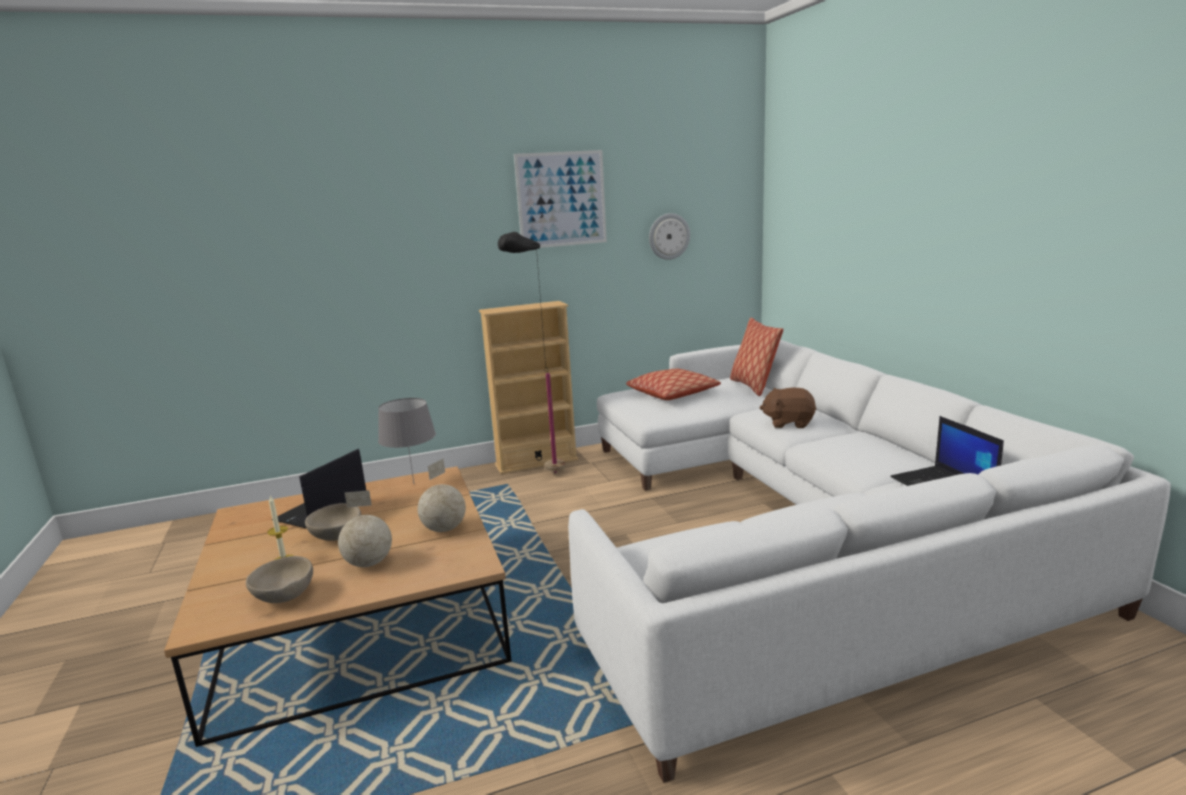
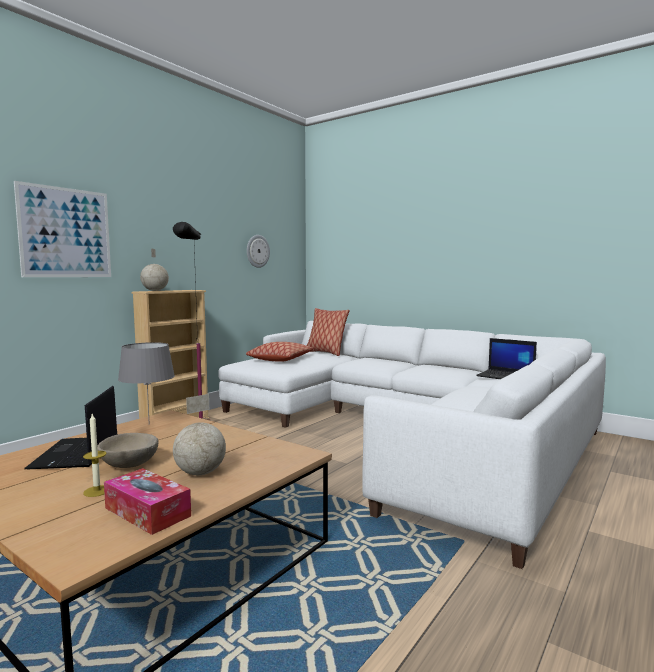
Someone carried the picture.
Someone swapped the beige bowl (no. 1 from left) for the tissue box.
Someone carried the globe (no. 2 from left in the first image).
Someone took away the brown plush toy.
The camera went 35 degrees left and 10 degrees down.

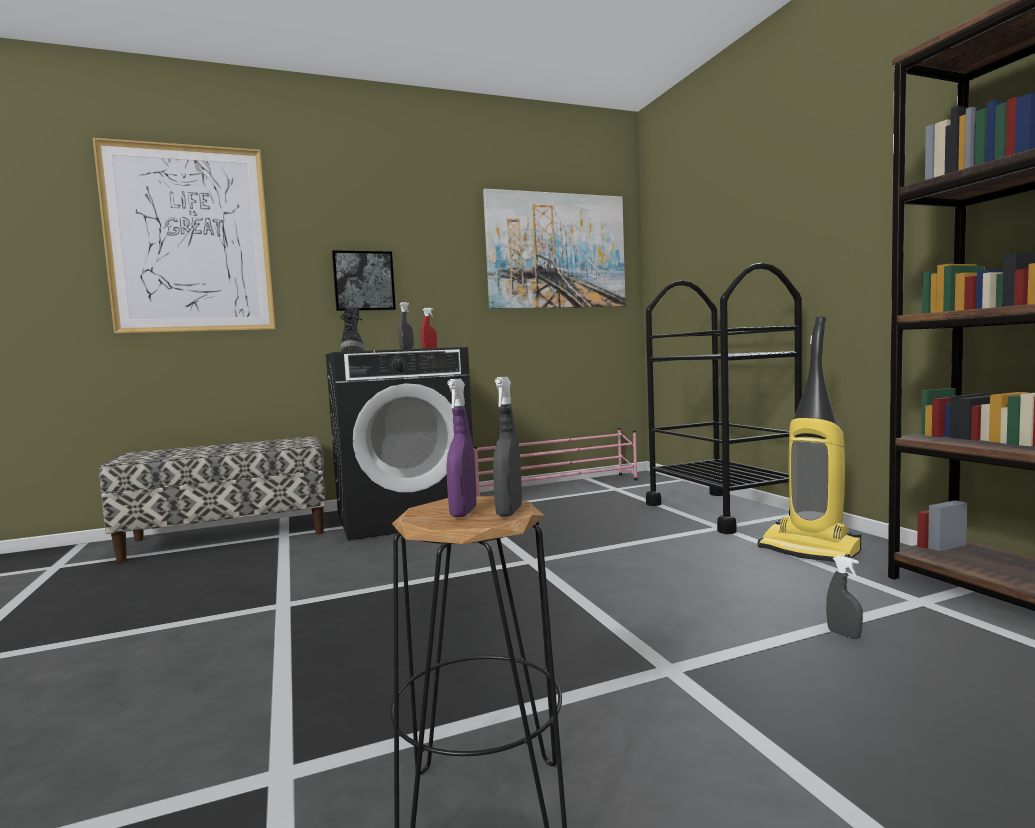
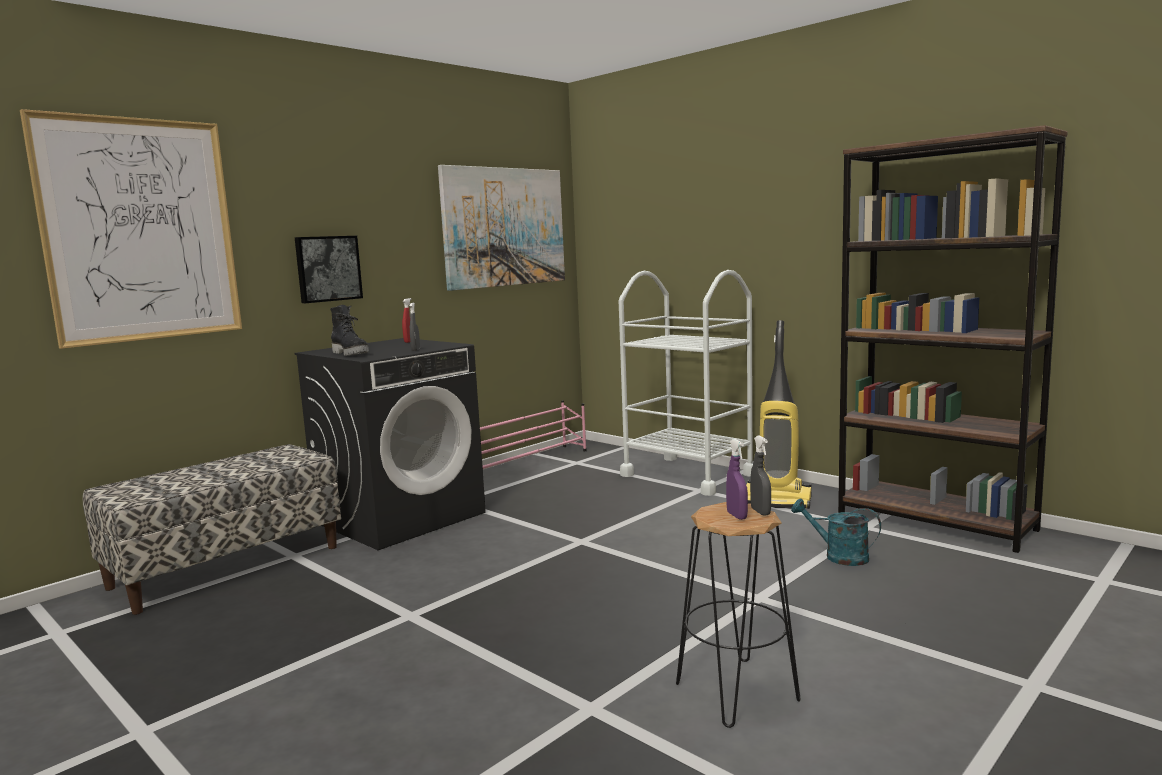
Someone repainted the black cart, which became the white cart.
Someone swapped the grey spray bottle (no. 3 from left) for the turquoise watering can.
The camera went 25 degrees left and 5 degrees up.

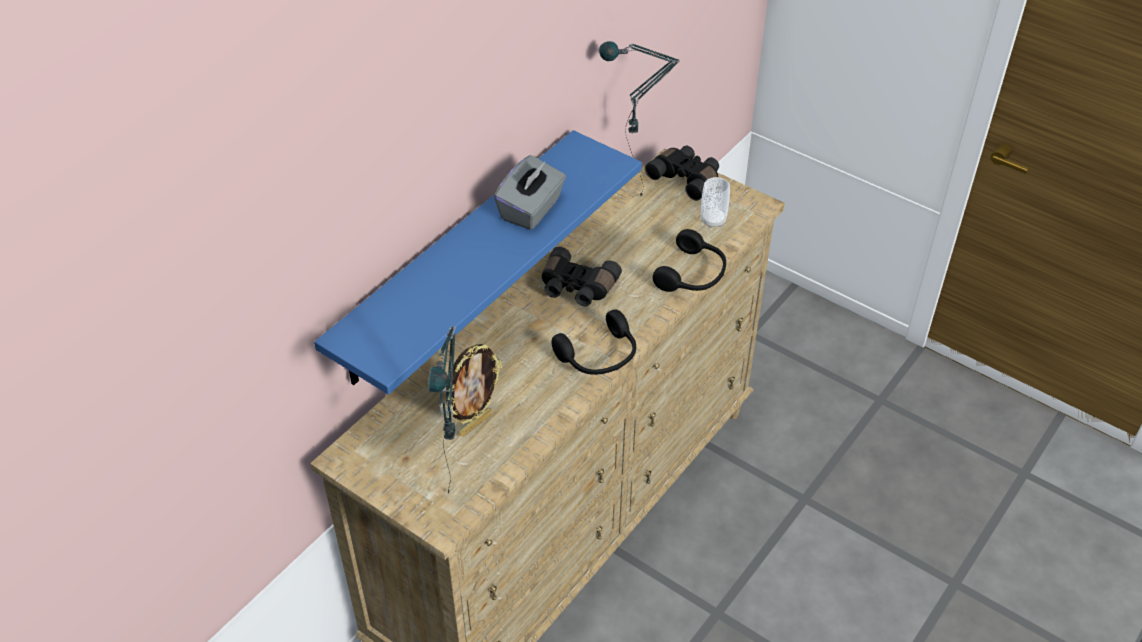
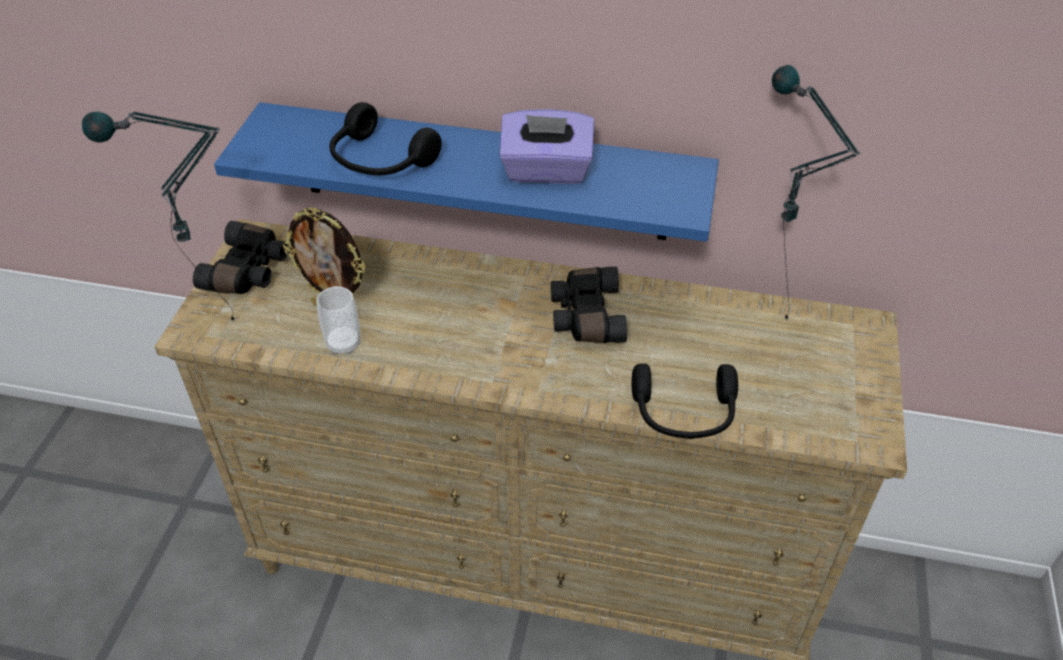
Someone carried the black binoculars (no. 2 from left in the first image).
Someone carried the cup.
Someone carried the black headphones (no. 1 from left).
Someone repainted the grey tissue box, which became the purple tissue box.
The camera went 65 degrees right and 0 degrees up.

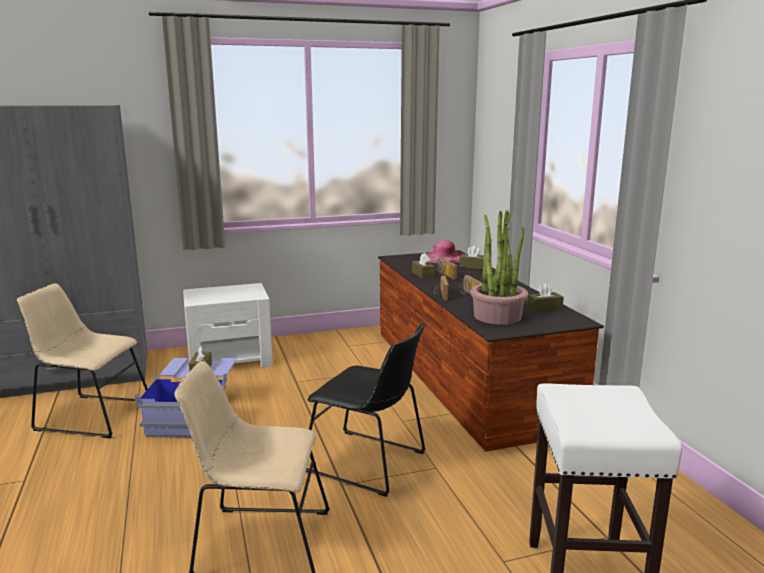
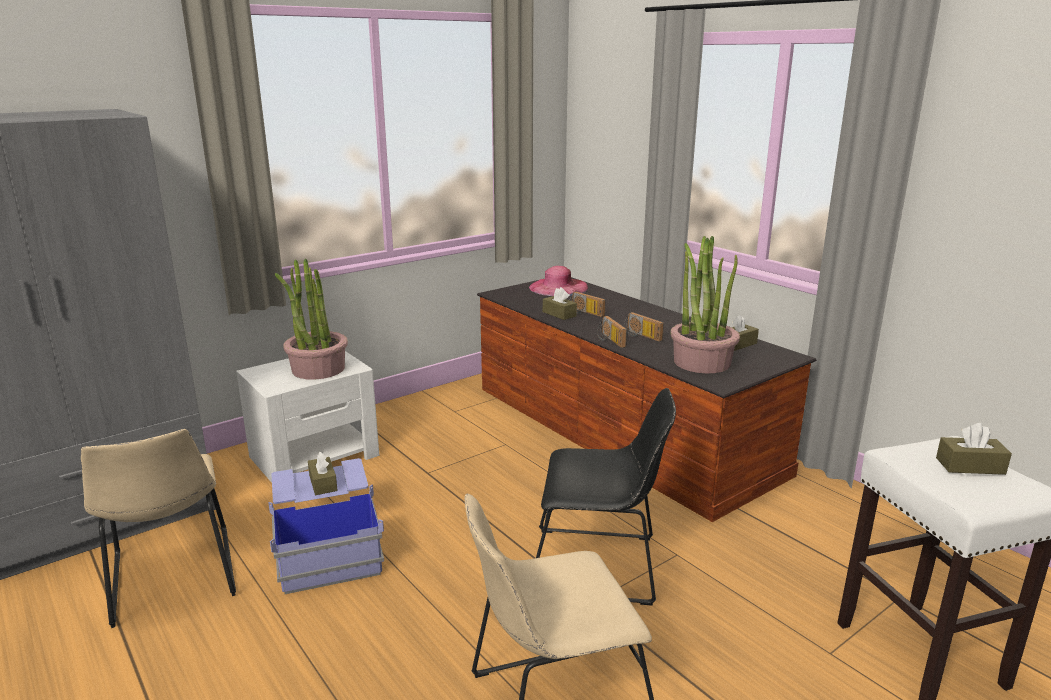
Someone rotated the beige chair (no. 1 from left) by 105 degrees counterclockwise.
Someone put down the potted plant (no. 1 from left).
Someone carried the brown tissue box (no. 3 from left in the first image).
The camera went 20 degrees left and 5 degrees up.

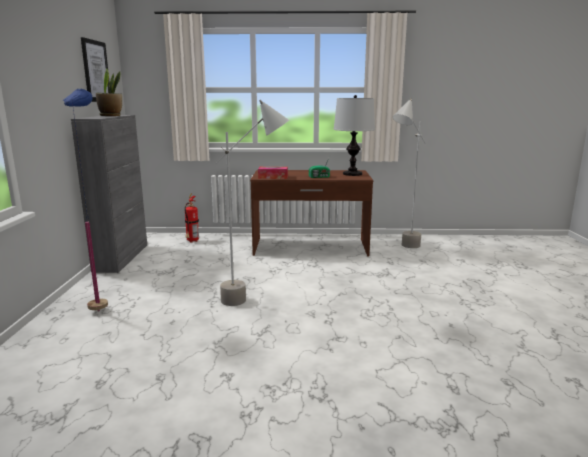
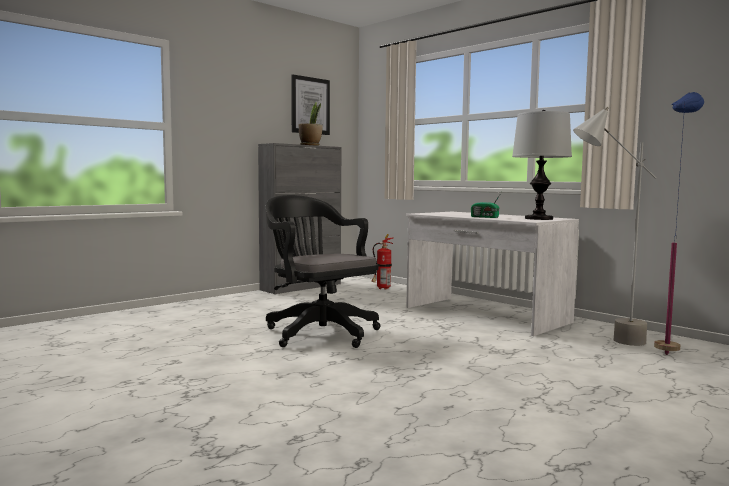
Someone swapped the grey floor lamp (no. 1 from left) for the black office chair.
Someone repainted the brown desk, which became the white desk.
Someone carried the blue floor lamp.
Someone took away the tissue box.
The camera went 45 degrees right and 10 degrees down.

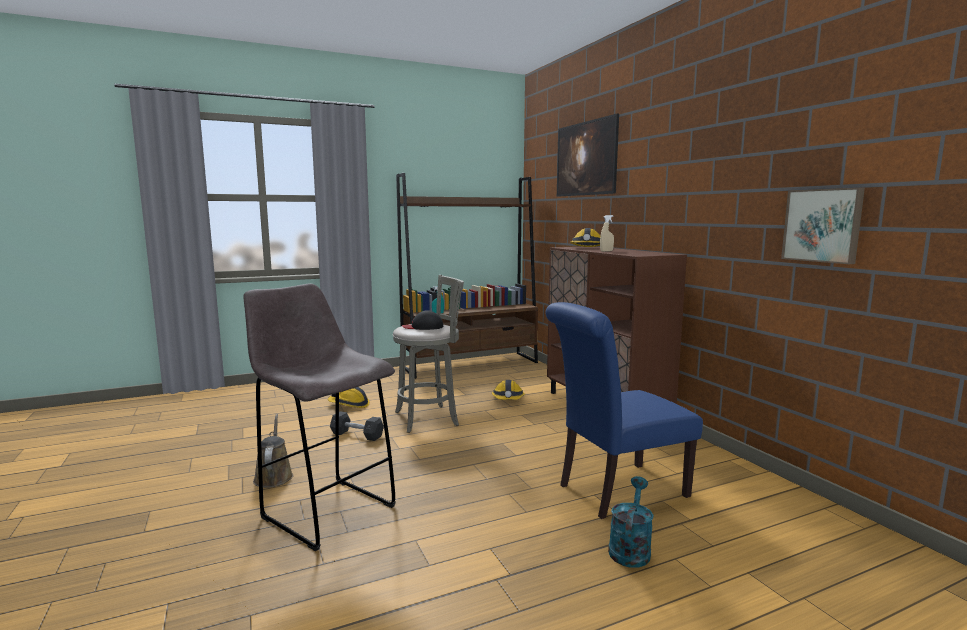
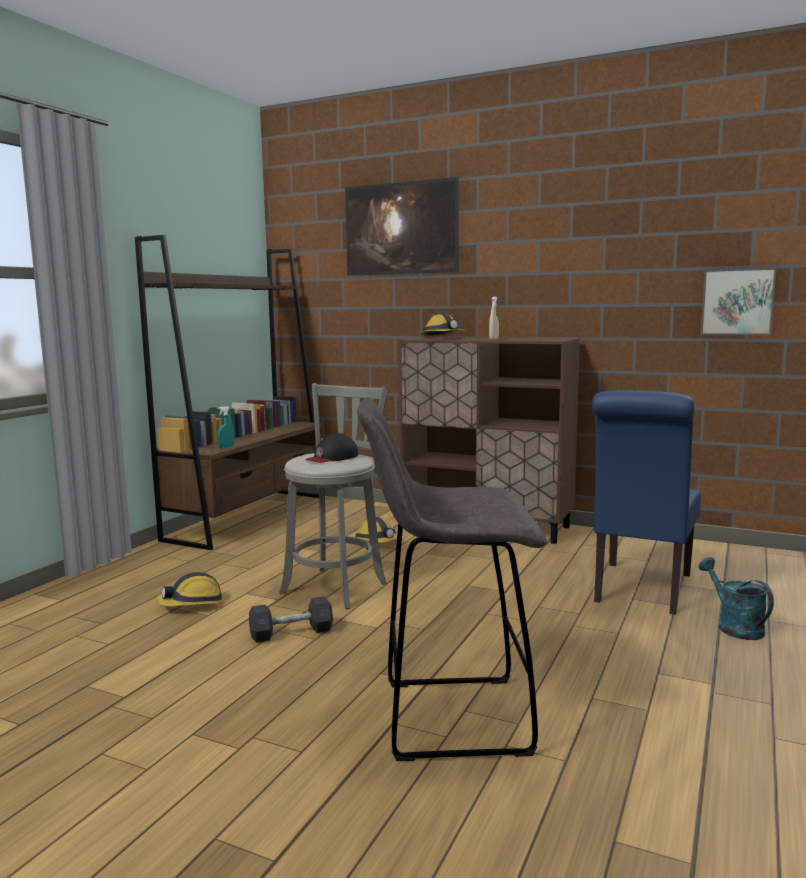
Someone took away the brown watering can.
The camera went 40 degrees left and 0 degrees up.

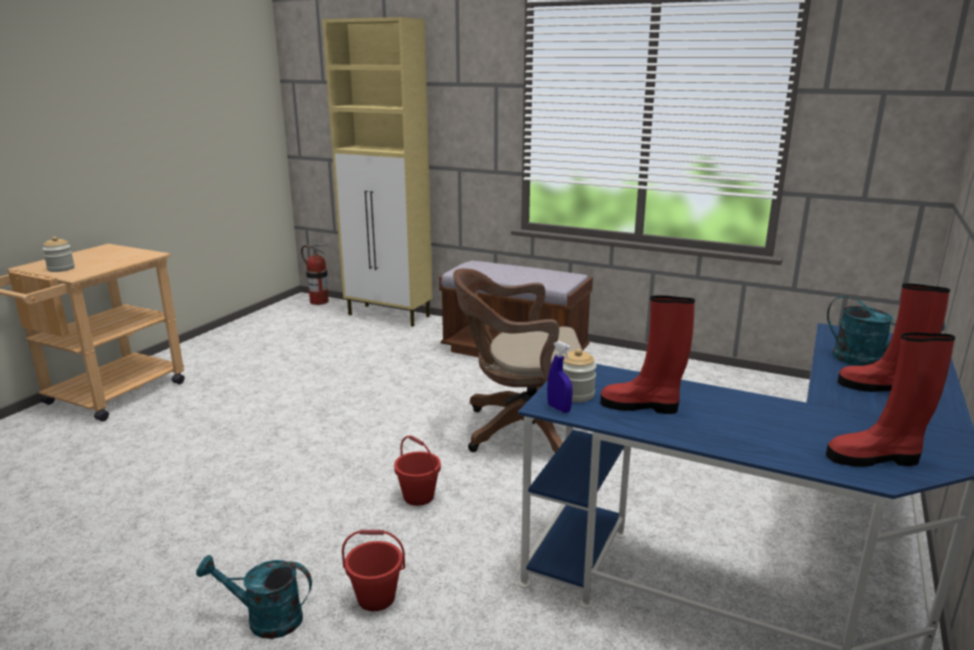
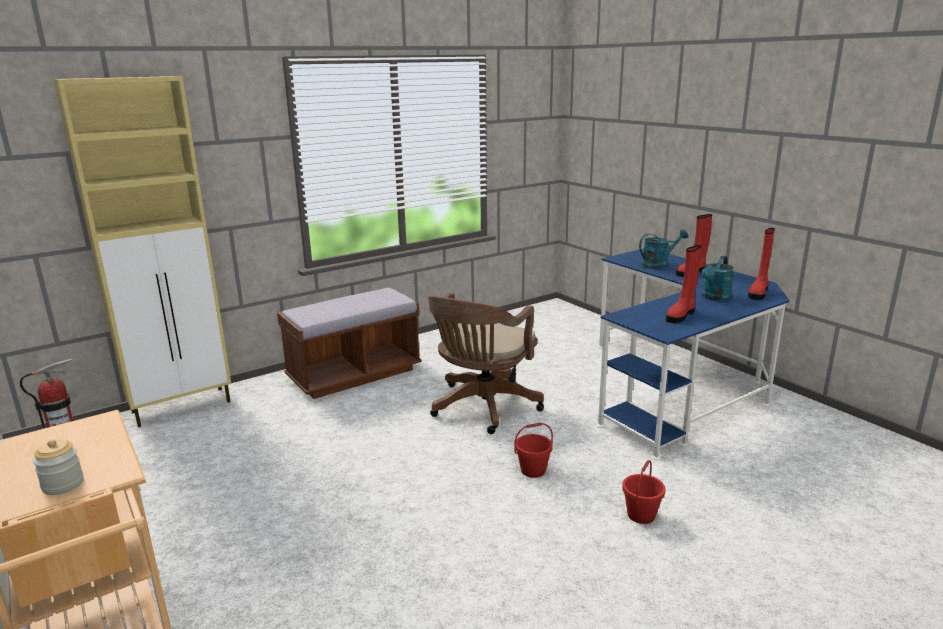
Someone carried the turquoise watering can (no. 1 from left in the first image).
Someone took away the blue spray bottle.
Someone took away the jar (no. 2 from left).
The camera went 60 degrees left and 0 degrees up.

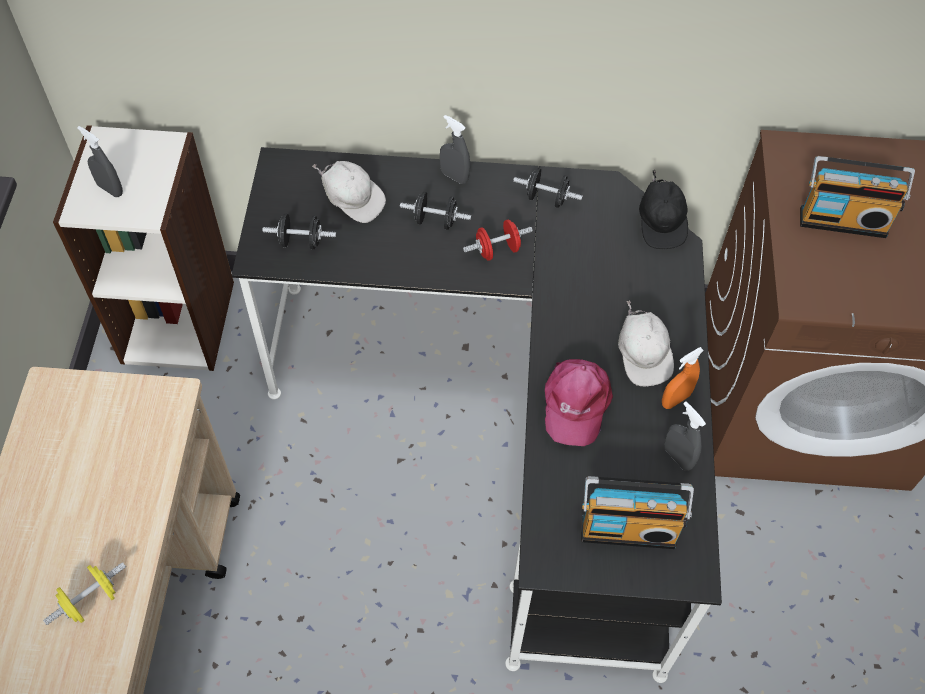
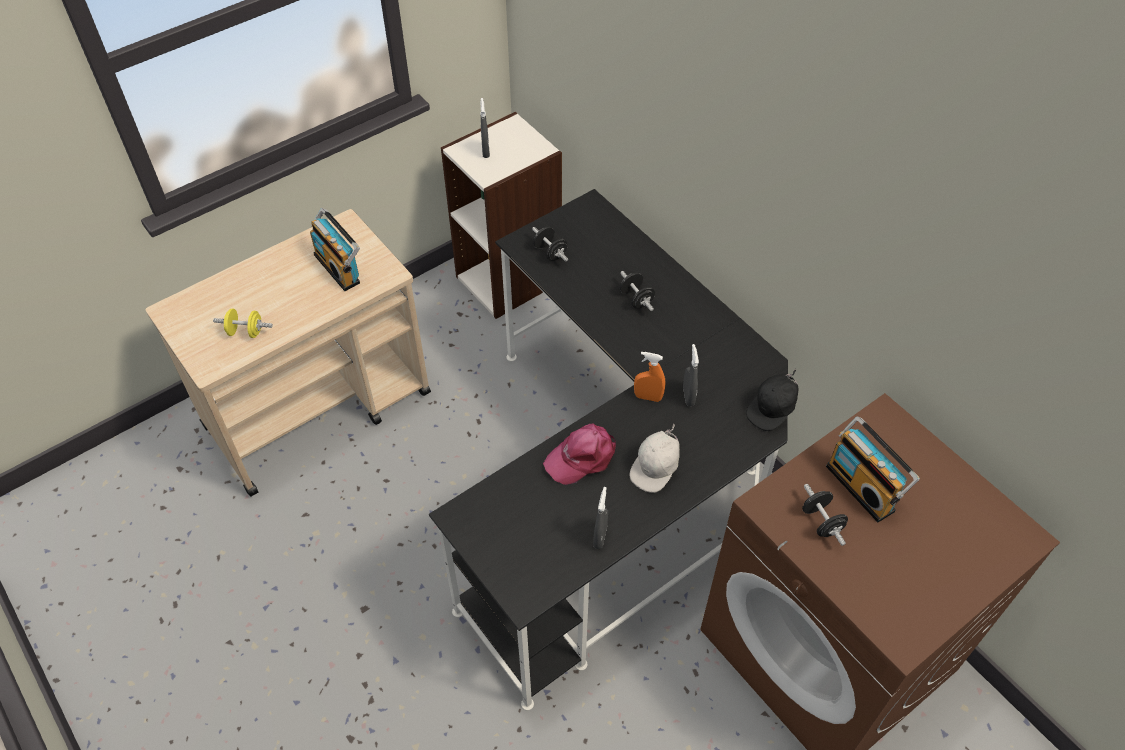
Someone carried the radio (no. 1 from left).
Someone carried the orange spray bottle.
Someone carried the grey spray bottle (no. 2 from left in the first image).
Someone carried the black dumbbell (no. 3 from left).
Someone took away the white cap (no. 1 from left).
Someone took away the red dumbbell.
The camera went 50 degrees right and 5 degrees down.

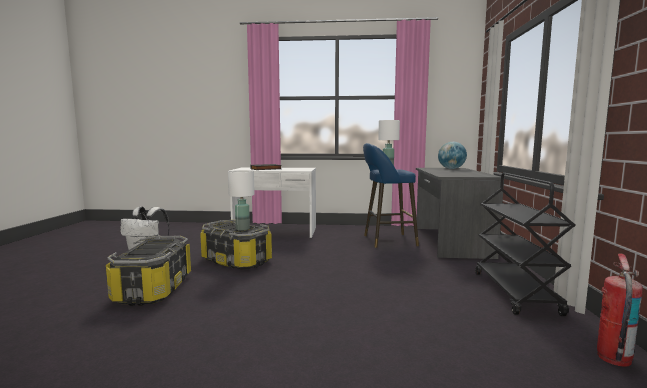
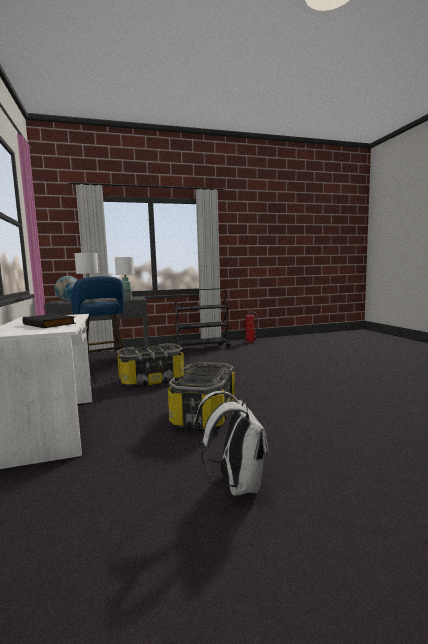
Someone carried the white table lamp (no. 1 from left in the first image).
Someone carried the storage box (no. 1 from left).
The camera went 110 degrees left and 0 degrees up.

